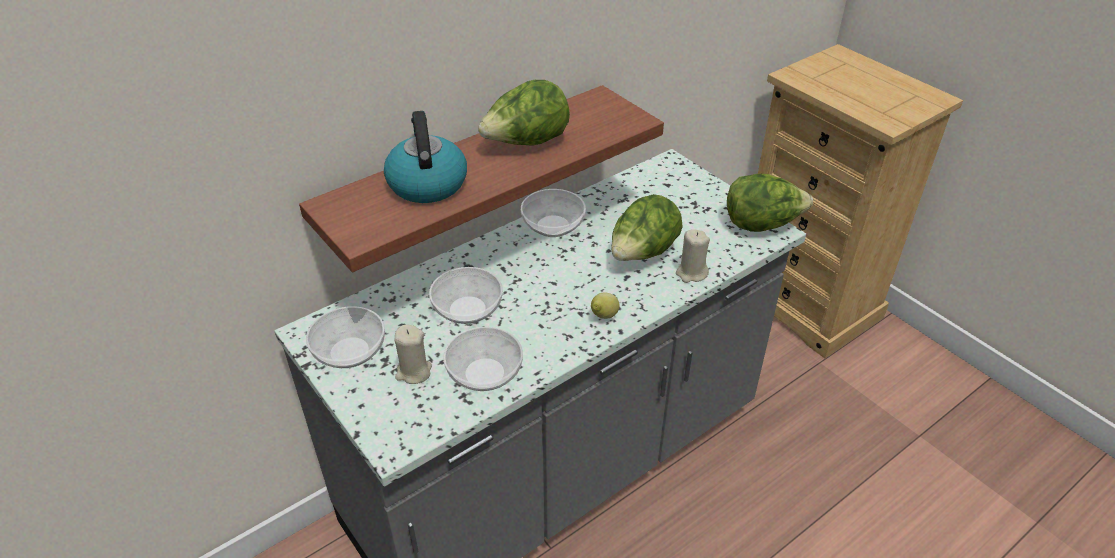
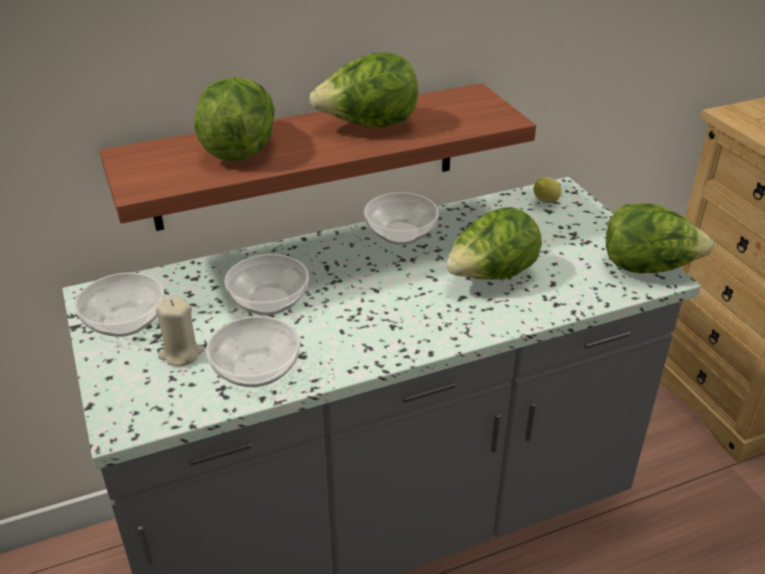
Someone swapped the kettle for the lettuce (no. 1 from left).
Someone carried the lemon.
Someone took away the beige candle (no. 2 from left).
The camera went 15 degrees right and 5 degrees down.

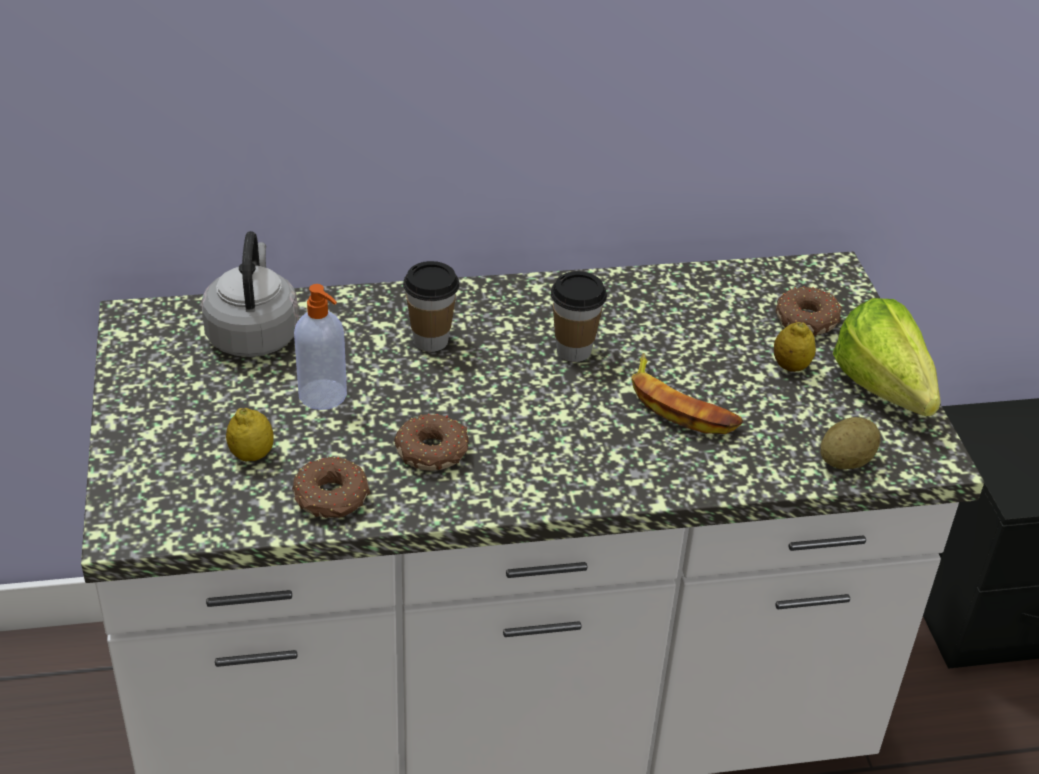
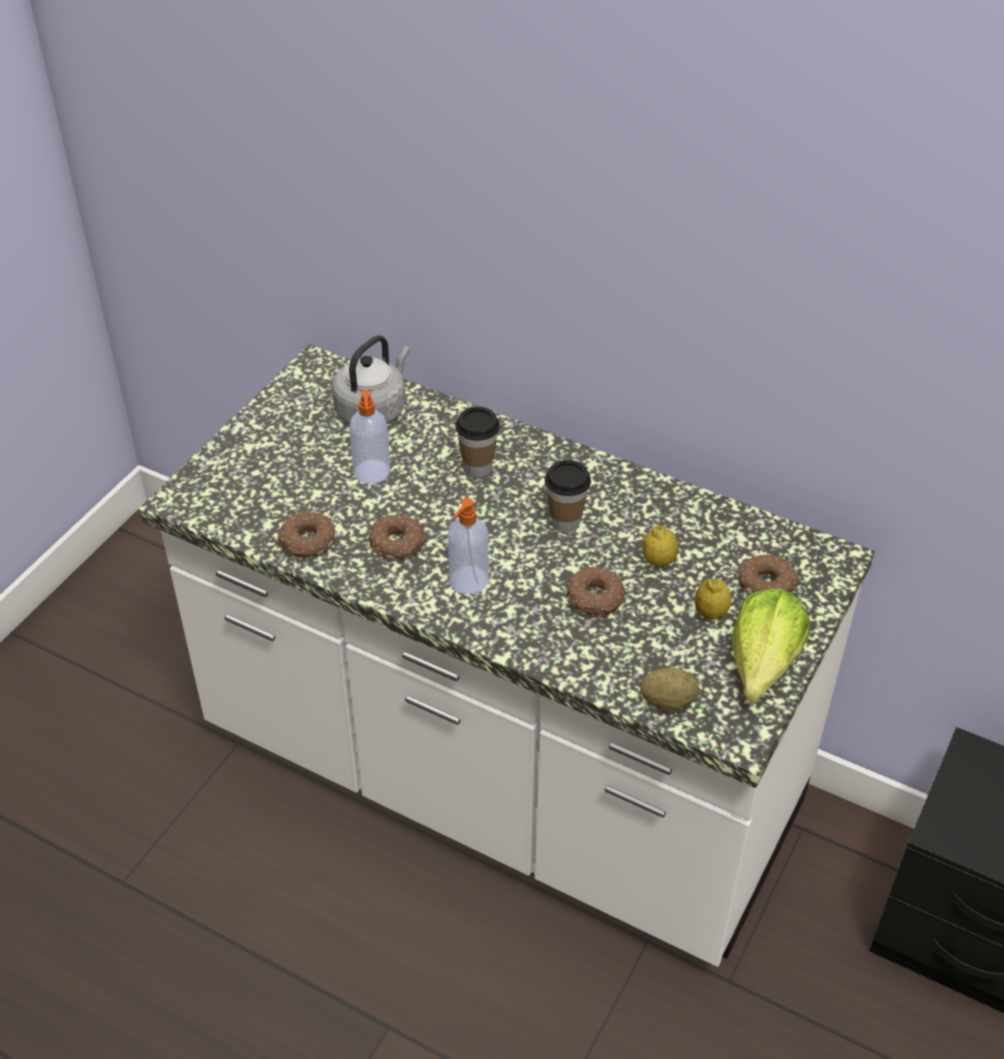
Someone put down the soap dispenser (no. 2 from left).
Someone swapped the banana for the donut (no. 3 from left).
Someone carried the lemon (no. 1 from left).
The camera went 40 degrees right and 5 degrees up.

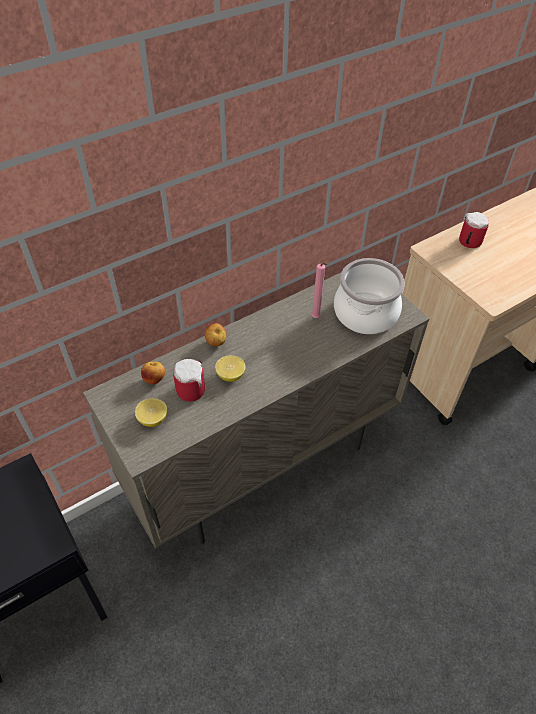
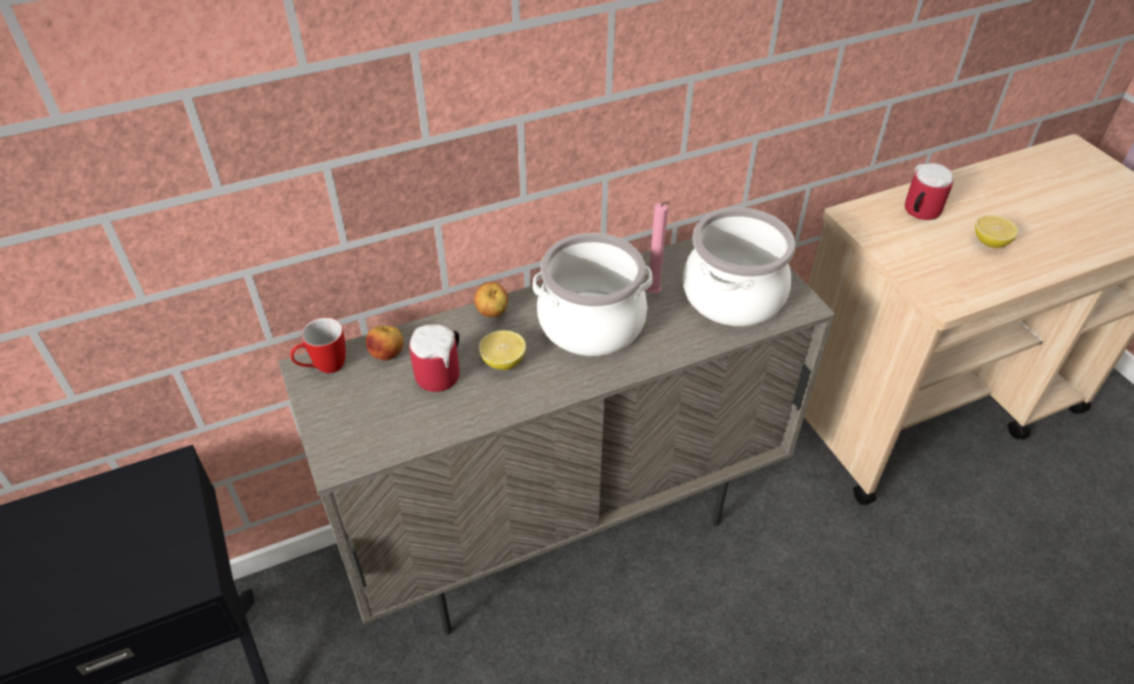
Someone put down the mug (no. 1 from left).
Someone put down the cooking pot (no. 1 from left).
Someone carried the lemon (no. 1 from left in the first image).
The camera went 10 degrees right and 5 degrees down.

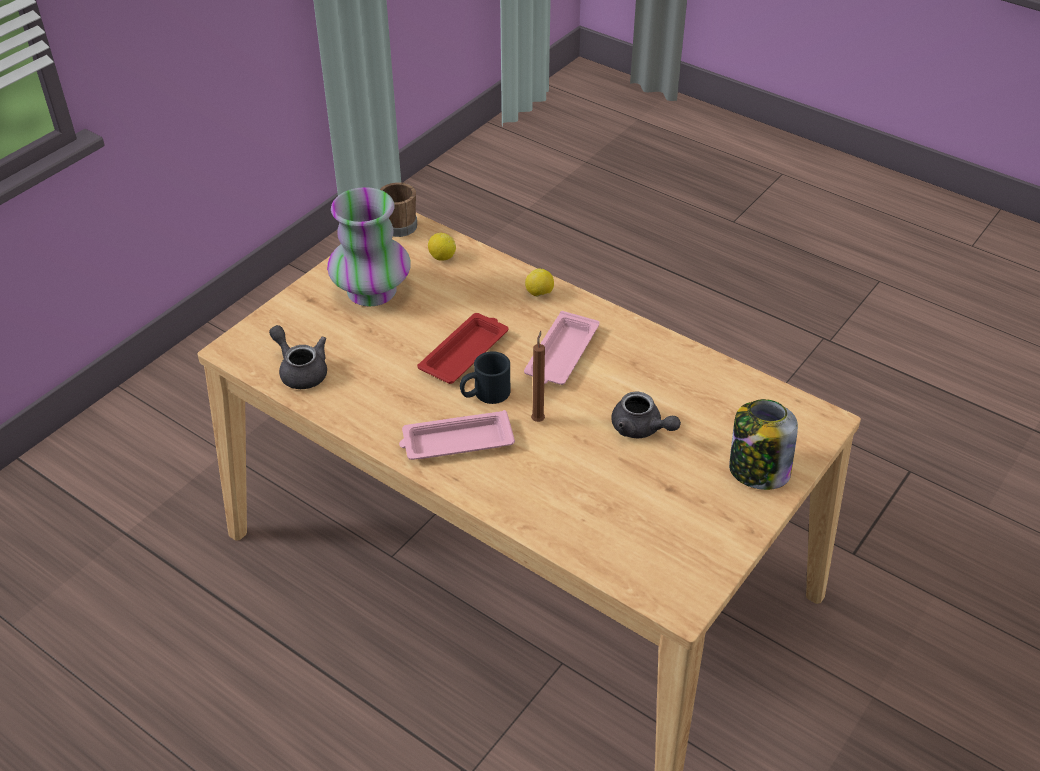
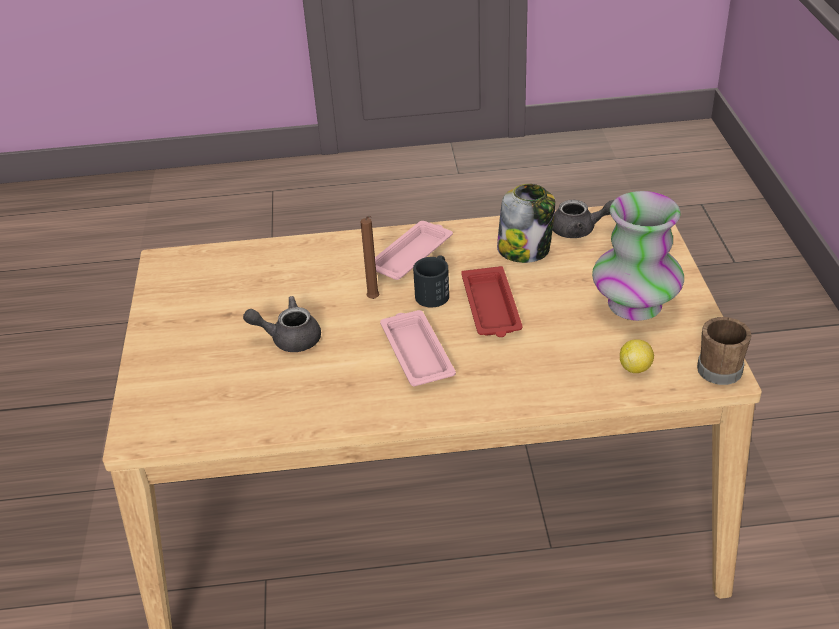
Someone carried the jar.
Someone took away the lemon (no. 2 from left).
The camera went 140 degrees right and 5 degrees down.

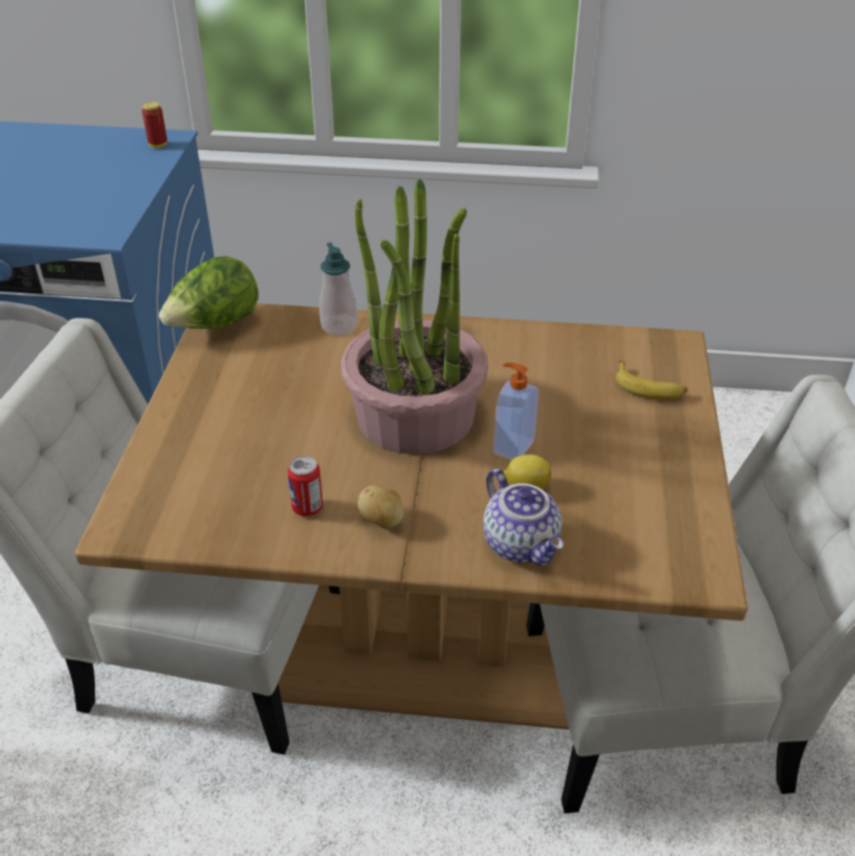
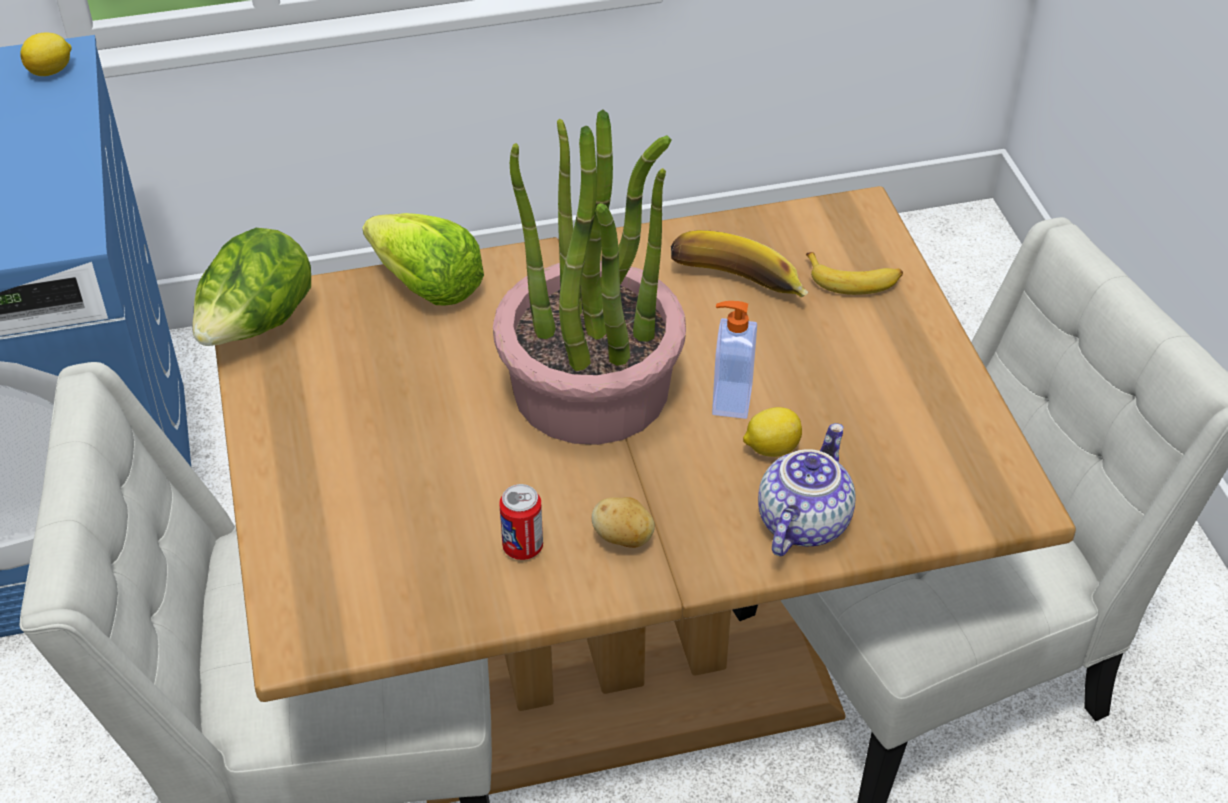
Someone swapped the can (no. 1 from left) for the lemon (no. 1 from left).
Someone swapped the soap dispenser (no. 1 from left) for the lettuce (no. 2 from left).
Someone put down the banana (no. 1 from left).
Someone rotated the teapot by 105 degrees counterclockwise.
The camera went 20 degrees left and 5 degrees up.

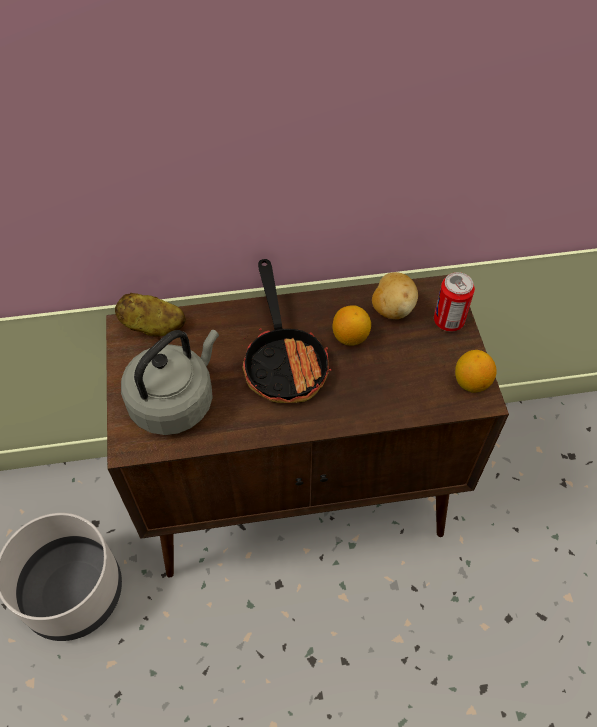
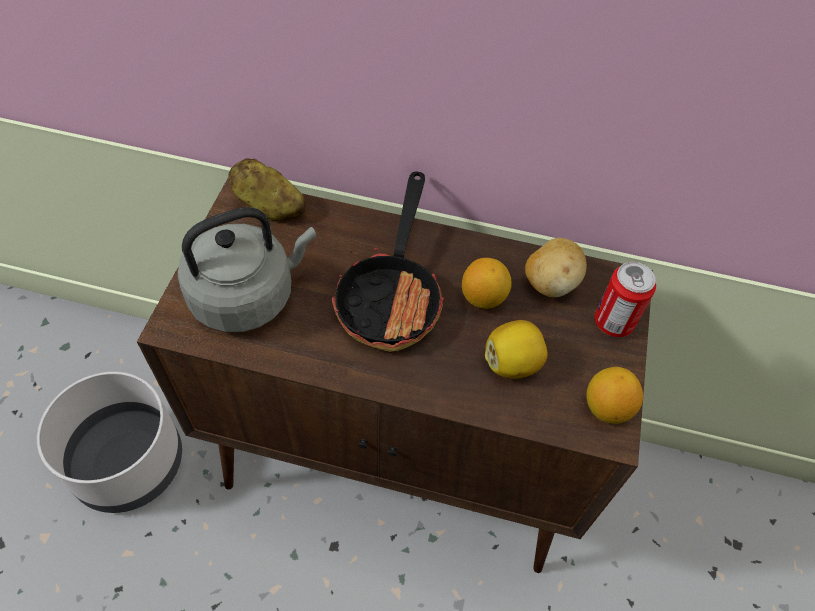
Someone put down the lemon (no. 2 from left).
The camera went 20 degrees right and 0 degrees up.

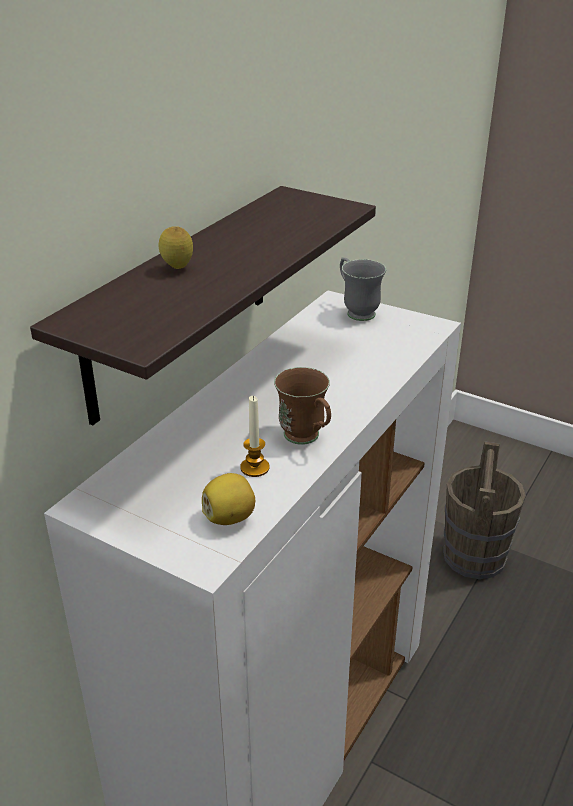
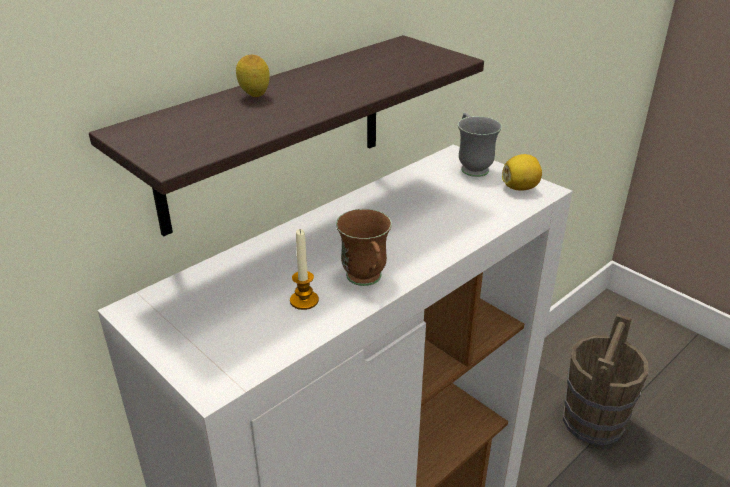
Someone carried the lemon (no. 2 from left).
The camera went 15 degrees right and 0 degrees up.

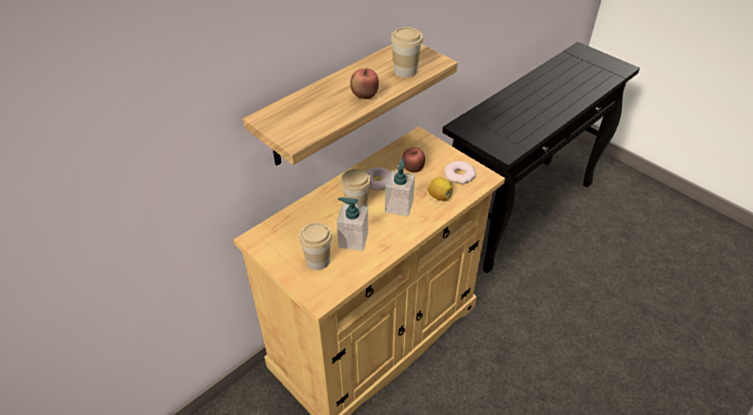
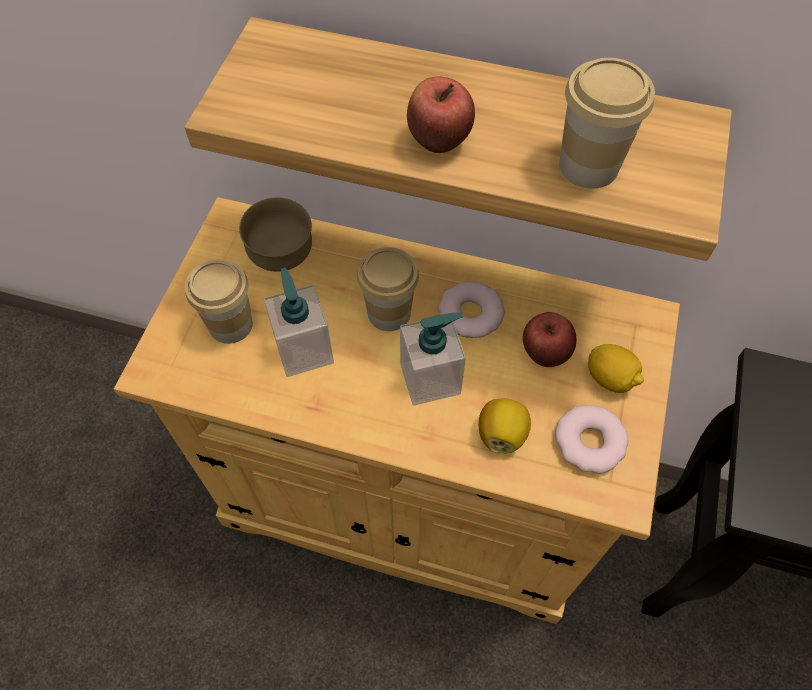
Someone put down the brown bowl.
Someone put down the lemon (no. 2 from left).
The camera went 60 degrees right and 15 degrees up.

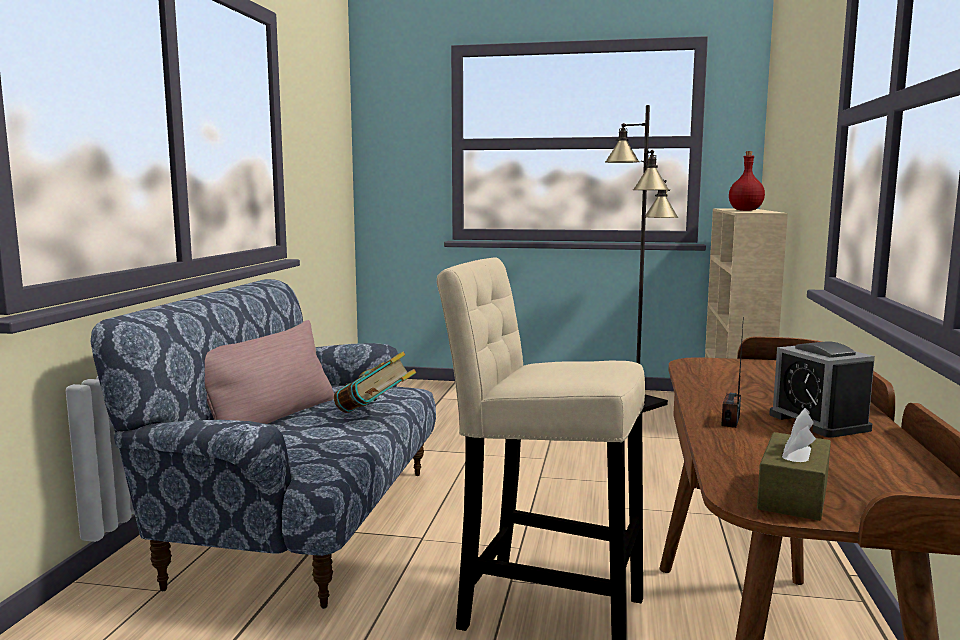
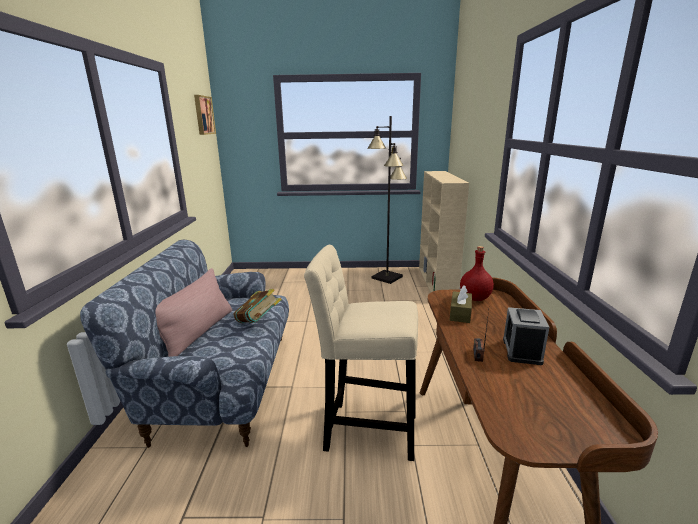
Someone put up the picture.
Someone carried the brown tissue box.
Someone carried the red bottle.
Someone rotated the alarm clock by 45 degrees clockwise.
The camera went 10 degrees left and 10 degrees up.

